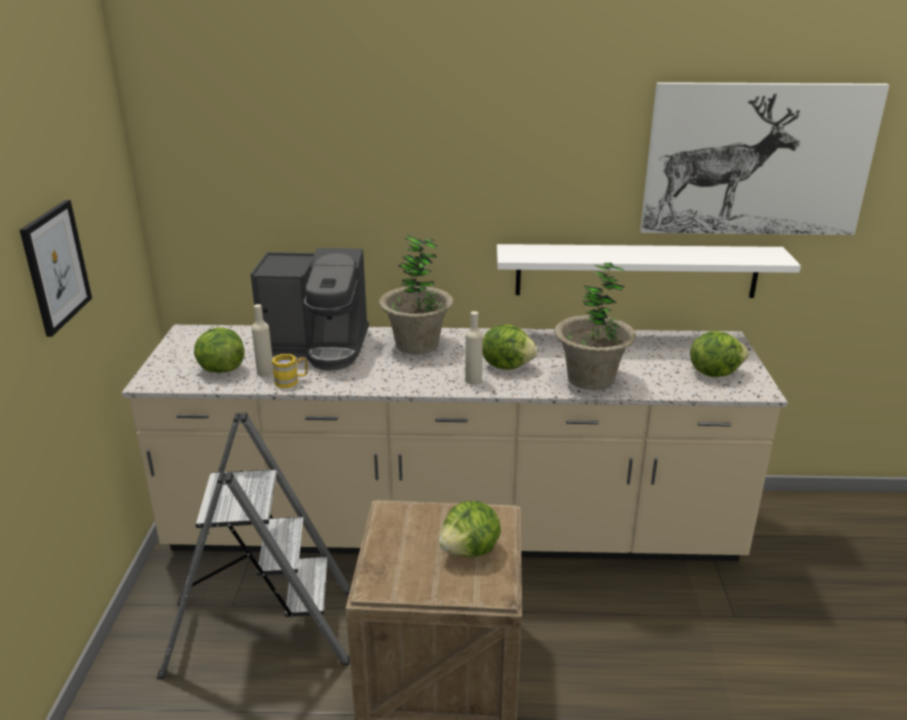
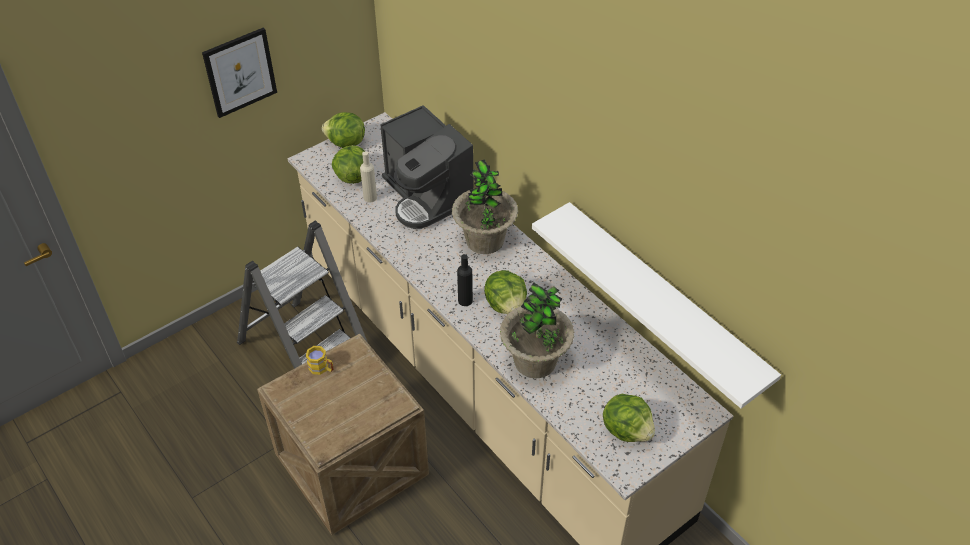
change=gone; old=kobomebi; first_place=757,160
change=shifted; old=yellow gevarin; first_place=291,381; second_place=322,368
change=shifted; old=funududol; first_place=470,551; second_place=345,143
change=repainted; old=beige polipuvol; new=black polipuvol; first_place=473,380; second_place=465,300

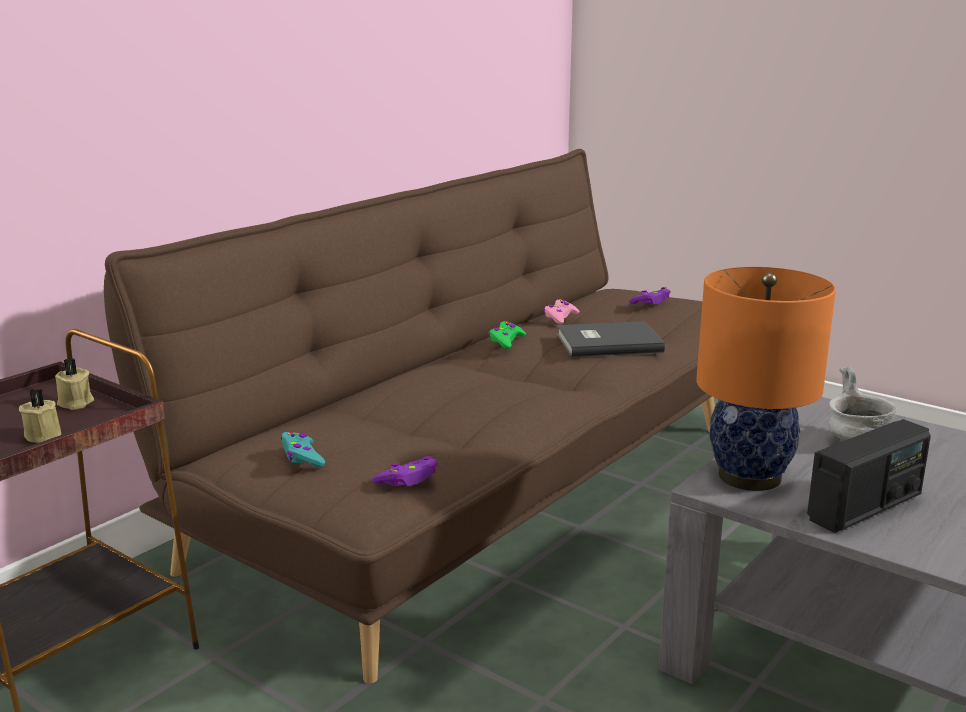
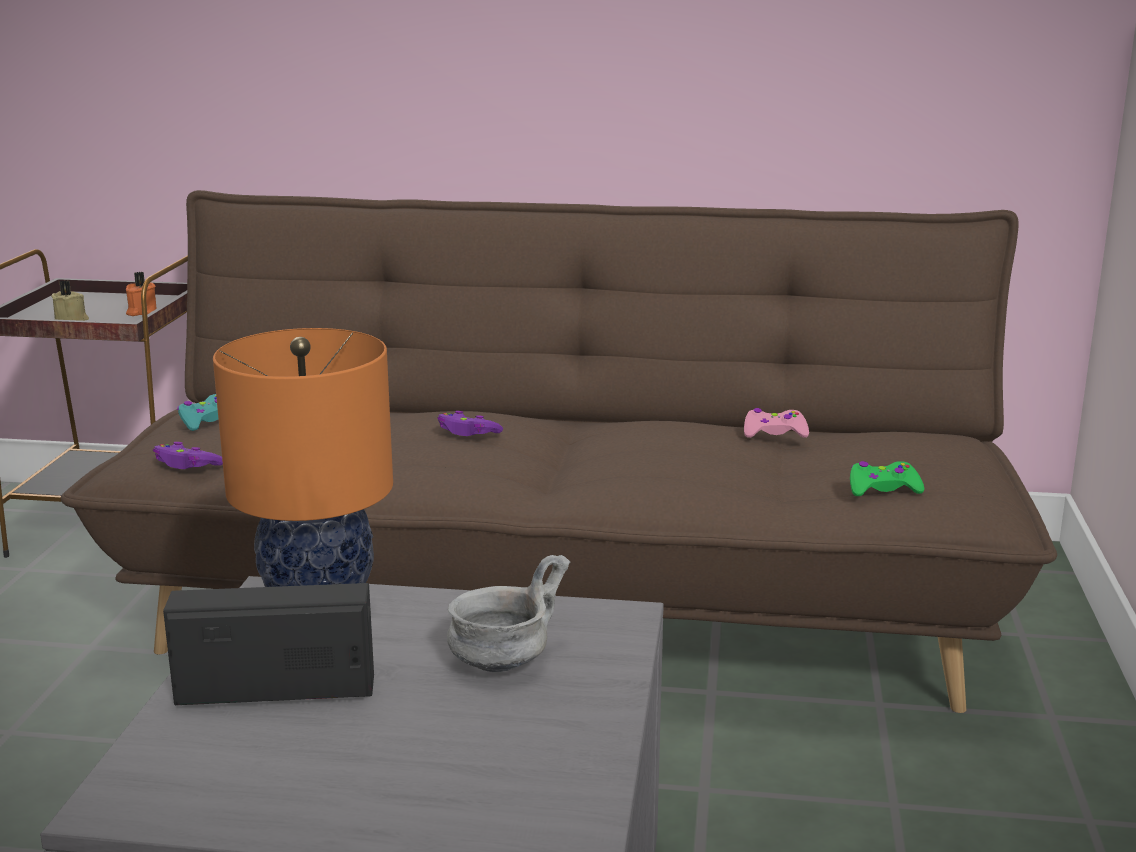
change=gone; old=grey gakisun; first_place=606,342
change=shifted; old=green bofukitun; first_place=506,341; second_place=883,489
change=shifted; old=purple bofukitun; first_place=651,302; second_place=468,432
change=repainted; old=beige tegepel; new=orange tegepel; first_place=75,403; second_place=141,312
change=rotated; old=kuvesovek; first_place=866,507; second_place=276,689; degrees=150

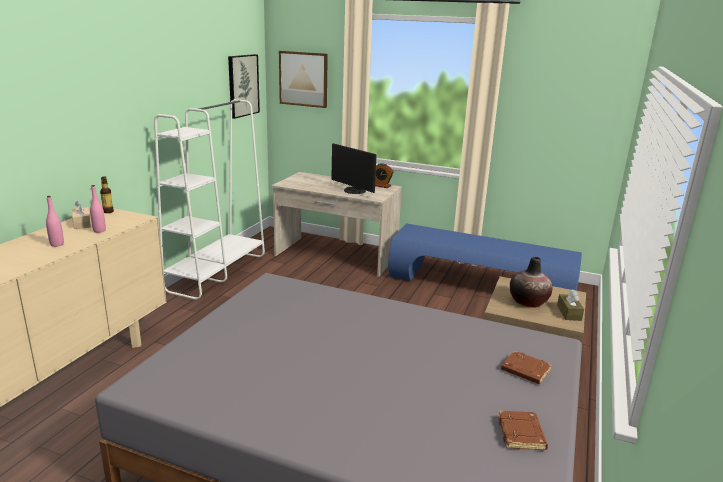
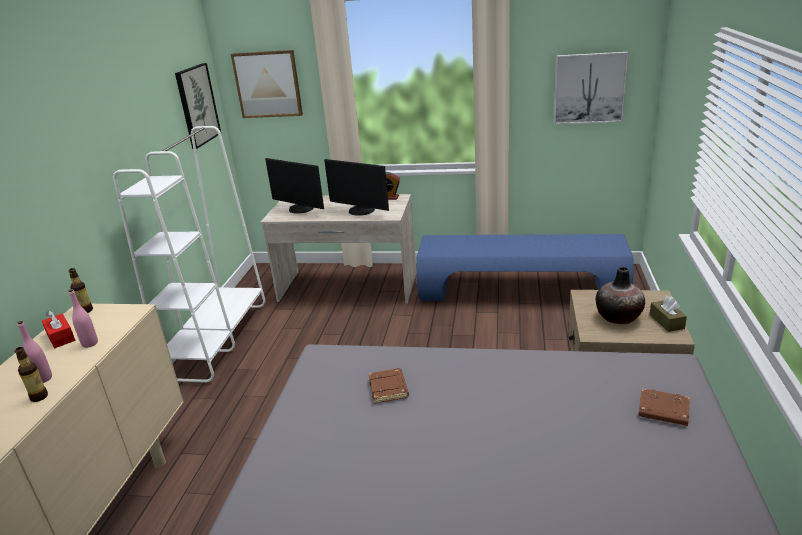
change=new; new=polipuvol; second_place=39,397
change=new; new=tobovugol; second_place=300,209
change=new; new=kobomebi; second_place=589,88
change=shifted; old=brown gakisun; first_place=522,434; second_place=389,389
change=repainted; old=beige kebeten; new=red kebeten; first_place=82,223; second_place=61,337

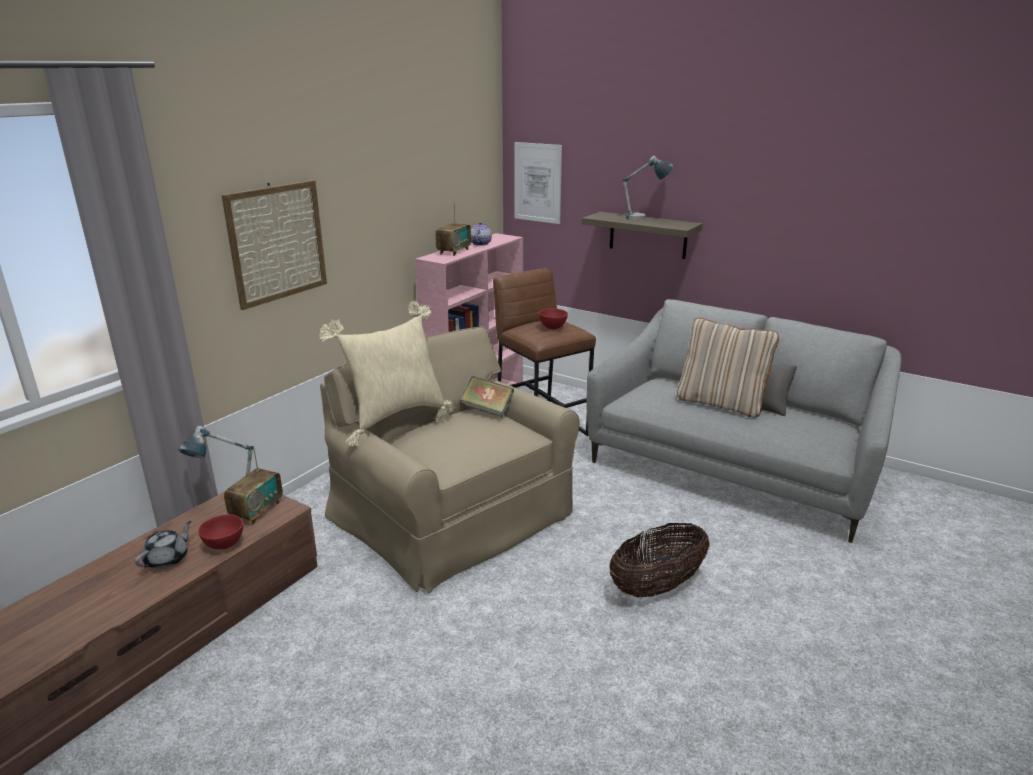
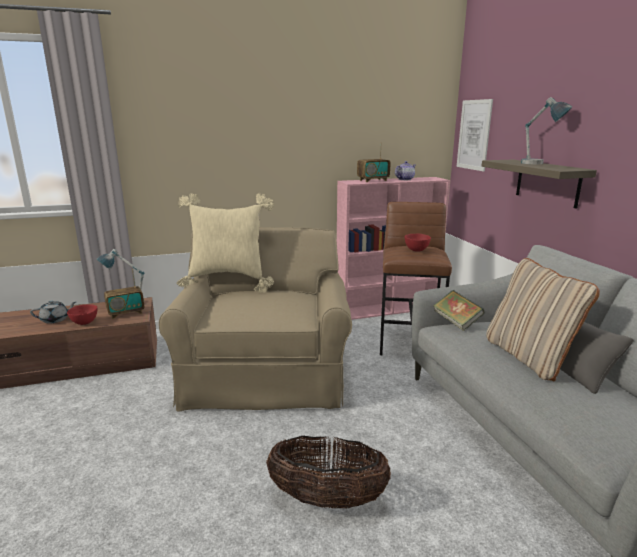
change=gone; old=kobomebi; first_place=277,241
change=shifted; old=gakisun; first_place=487,410; second_place=456,322

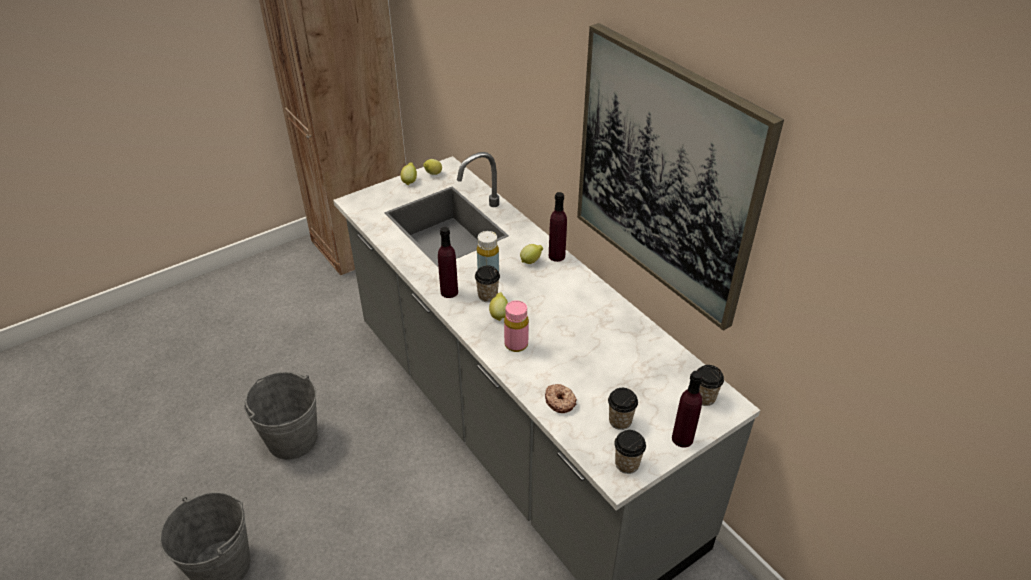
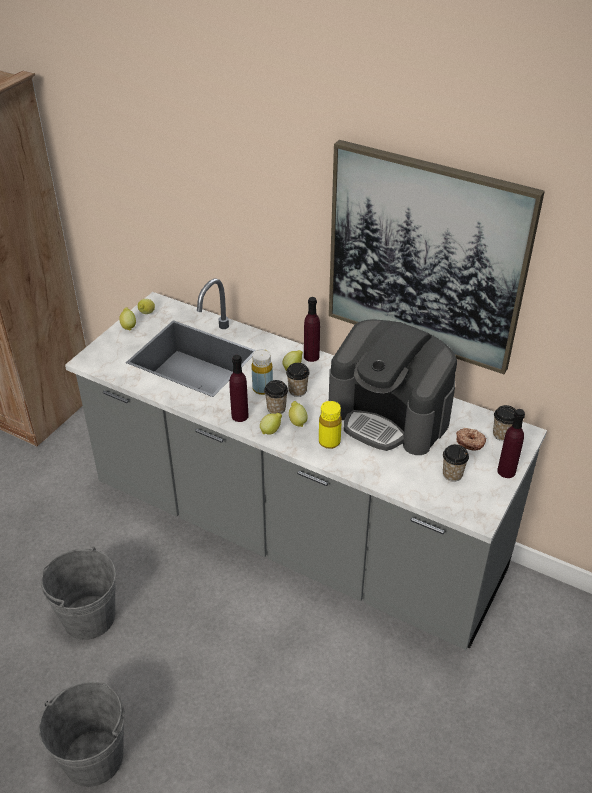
change=new; new=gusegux; second_place=271,431
change=new; new=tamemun; second_place=390,416
change=shifted; old=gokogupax; first_place=560,401; second_place=470,442
change=shifted; old=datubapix; first_place=627,464; second_place=297,391
change=repainted; old=pink polipuvol; new=yellow polipuvol; first_place=516,344; second_place=329,442

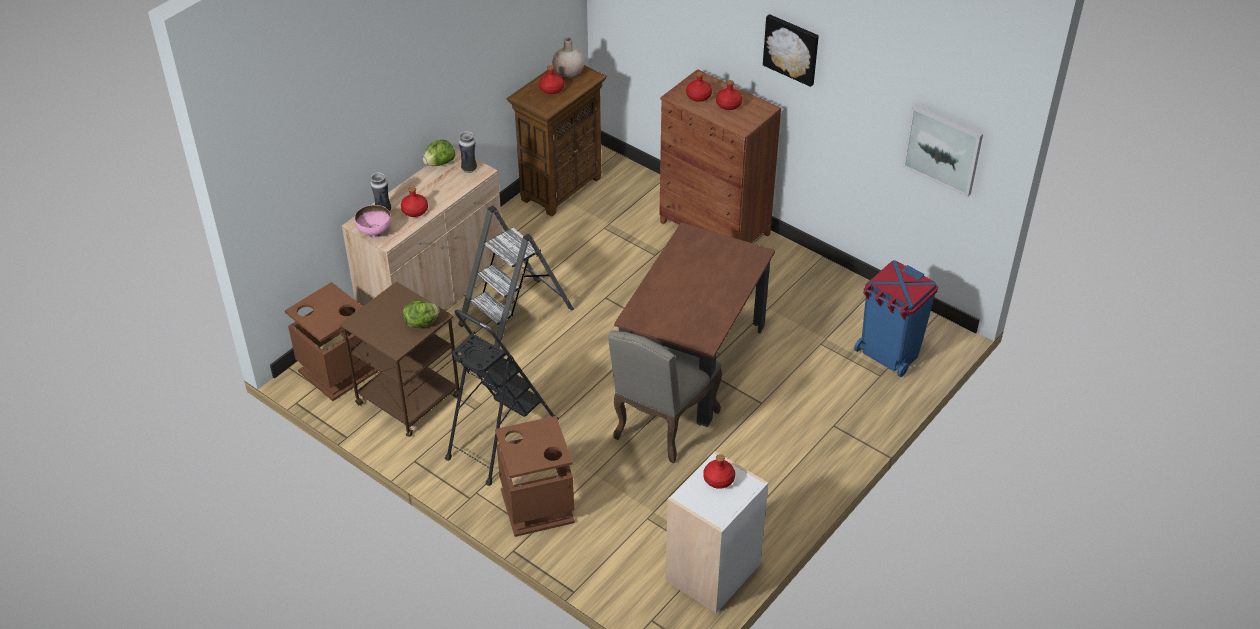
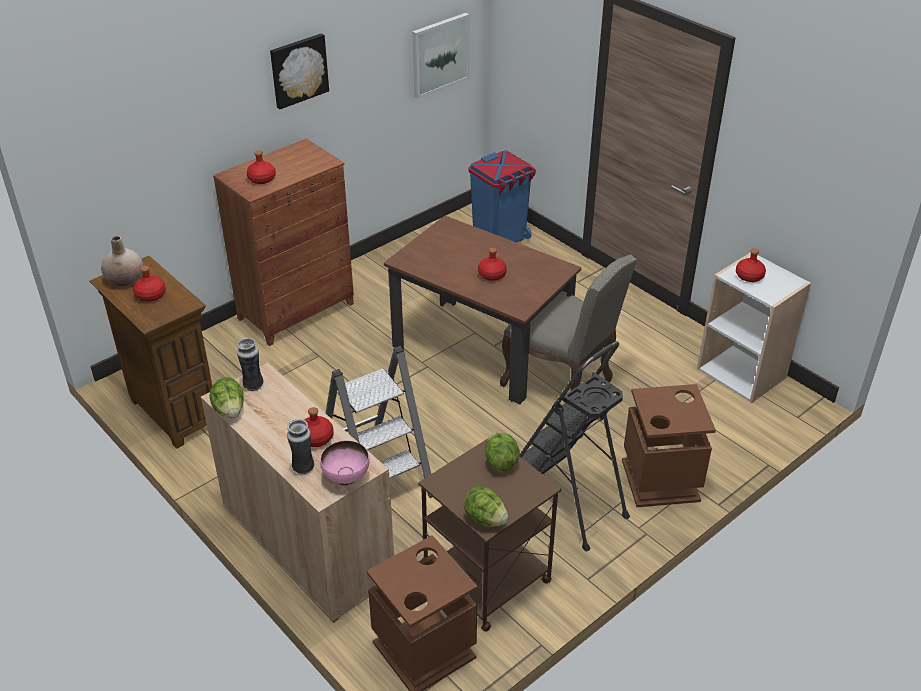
change=new; new=funududol; second_place=485,519
change=shifted; old=red polipuvol; first_place=728,104; second_place=491,275

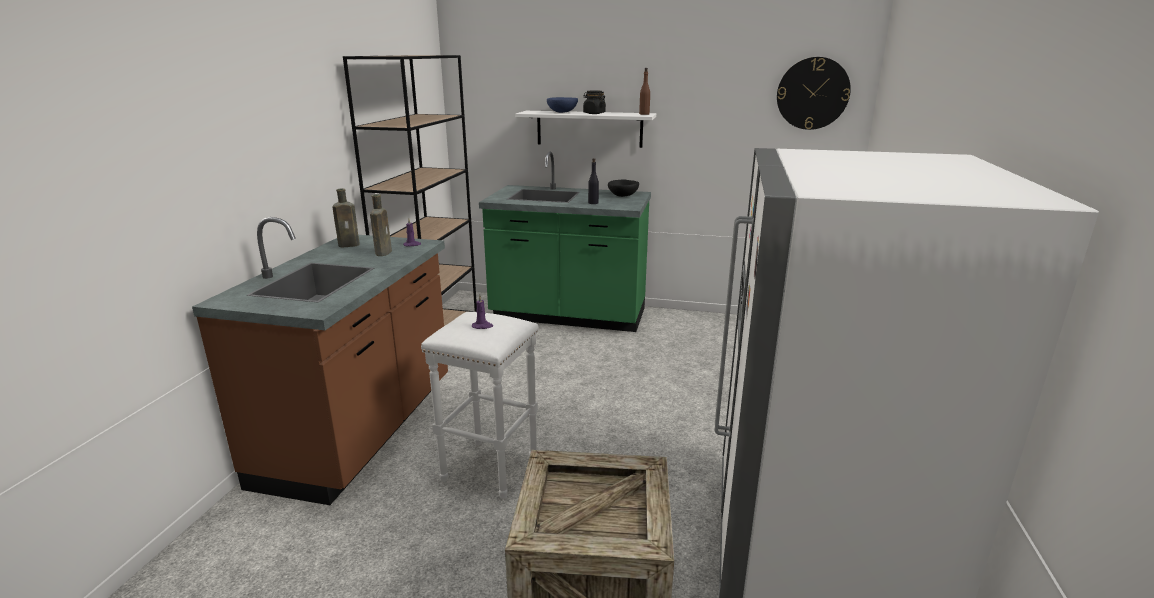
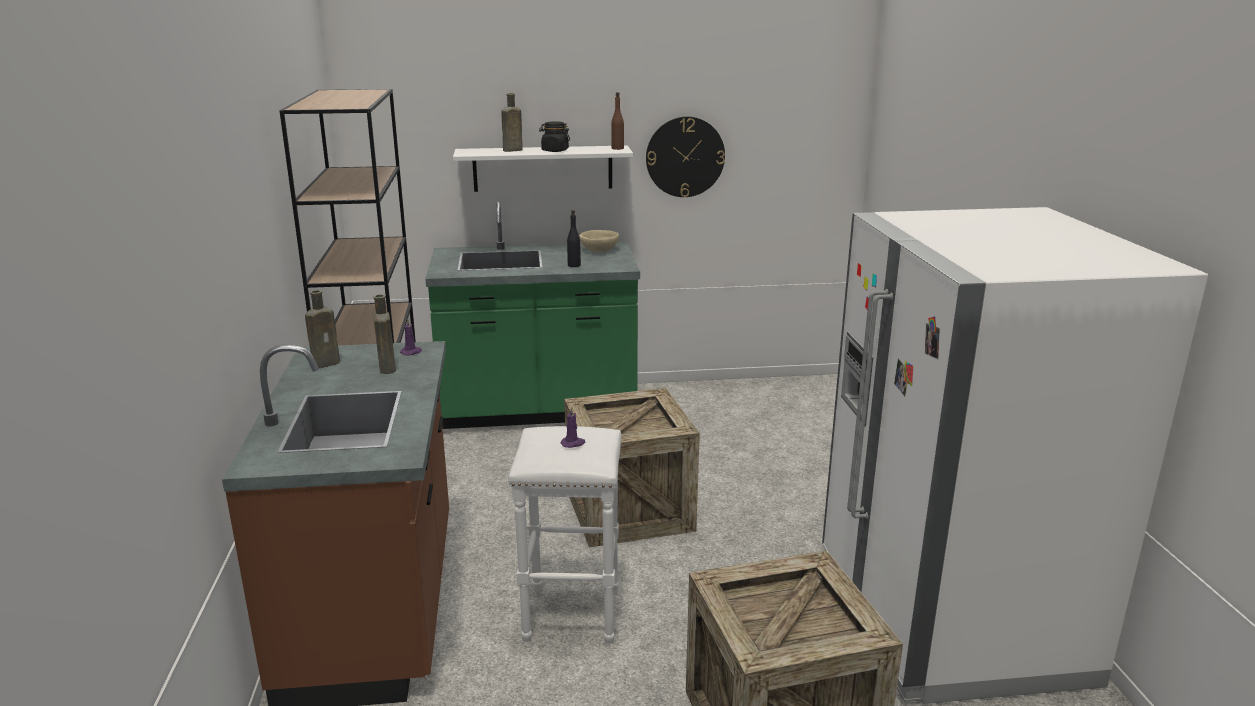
change=new; new=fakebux; second_place=629,510
change=shifted; old=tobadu; first_place=812,93; second_place=685,157
change=swapped; old=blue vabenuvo; new=brown polipuvol; first_place=562,112; second_place=511,150
change=repainted; old=black vabenuvo; new=beige vabenuvo; first_place=623,195; second_place=599,250

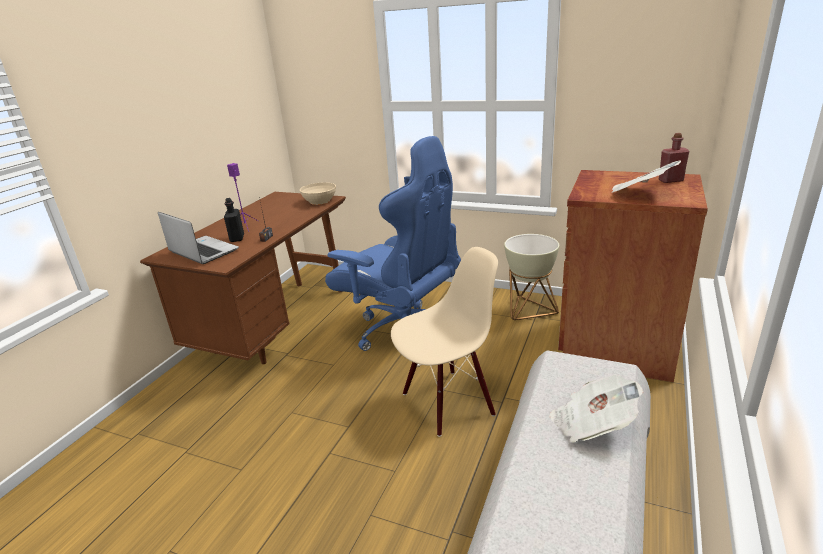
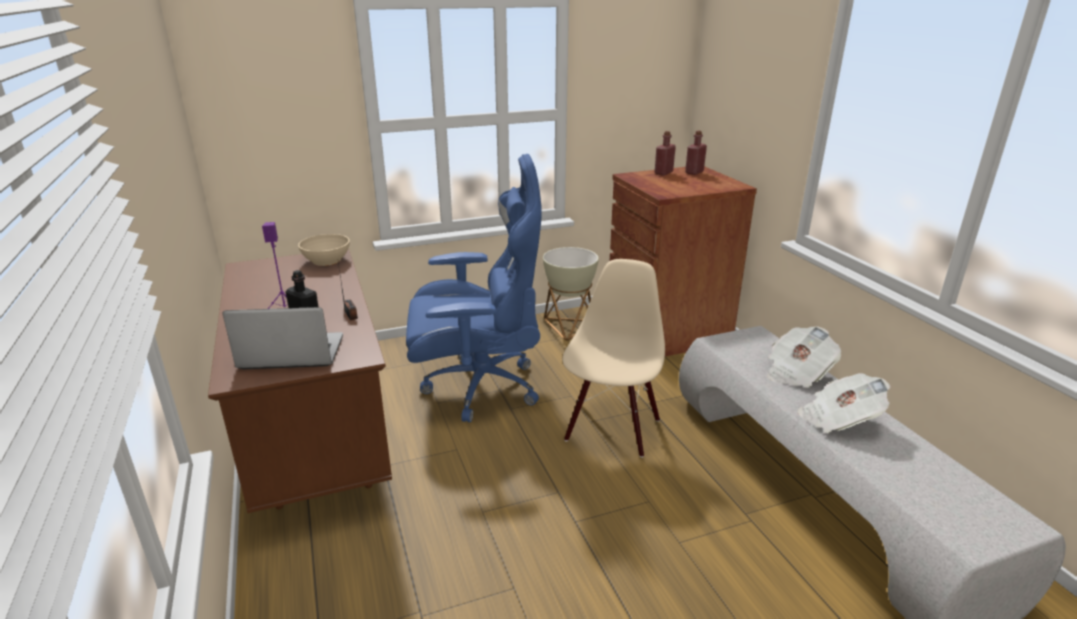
change=new; new=red polipuvol; second_place=663,173
change=shifted; old=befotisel; first_place=640,194; second_place=838,419

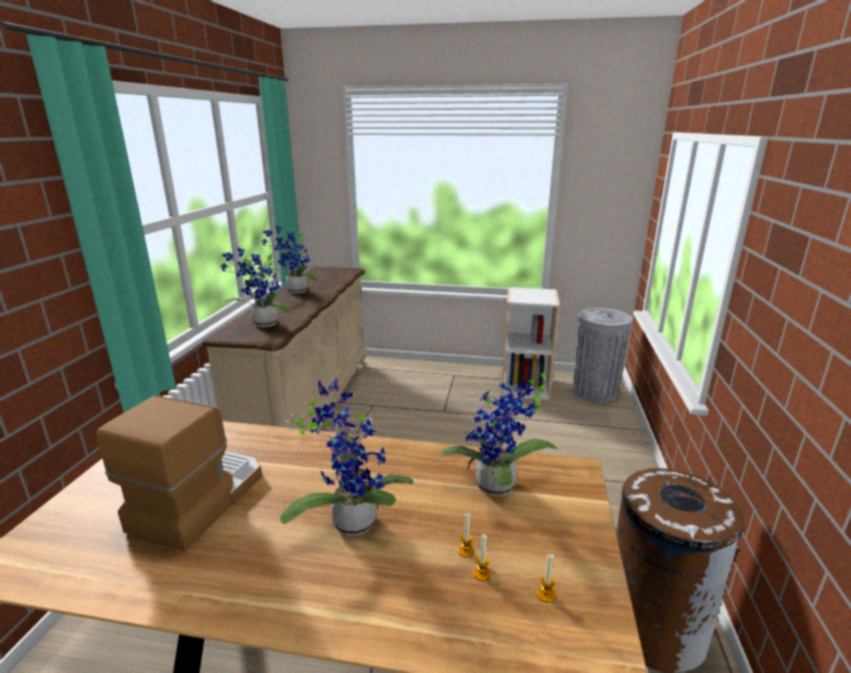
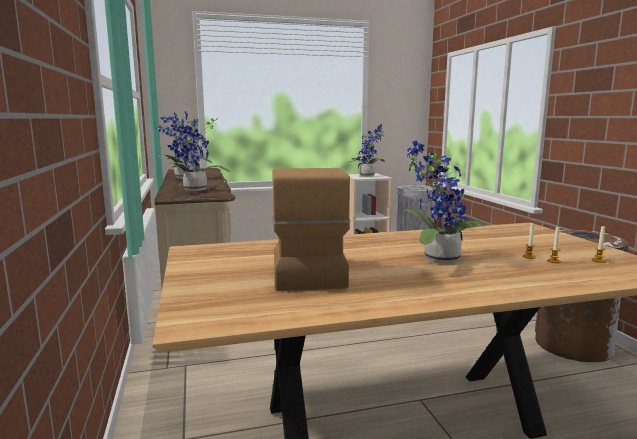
change=shifted; old=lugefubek; first_place=498,489; second_place=369,176

